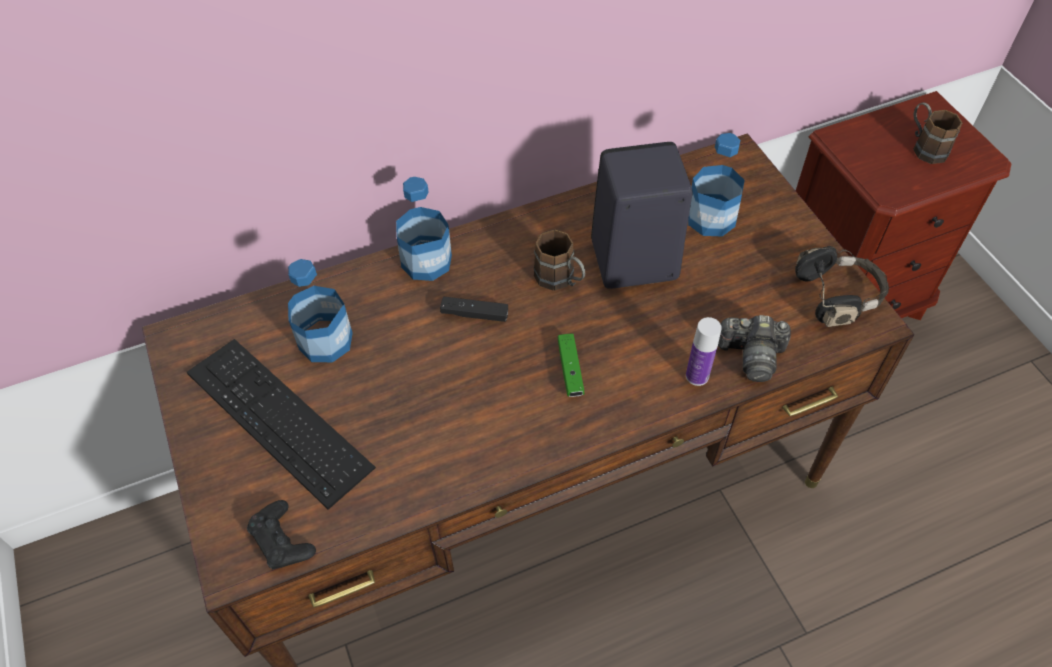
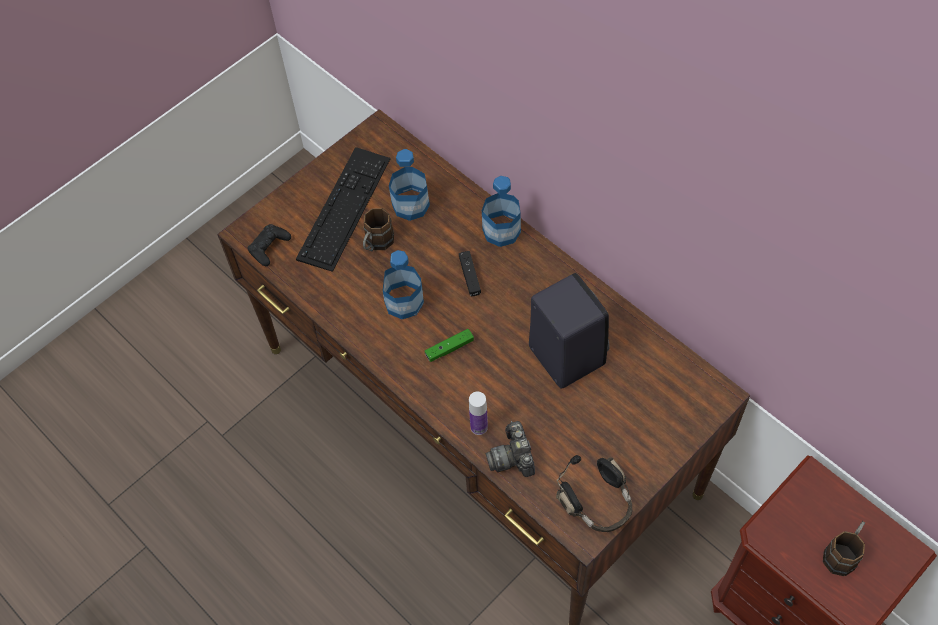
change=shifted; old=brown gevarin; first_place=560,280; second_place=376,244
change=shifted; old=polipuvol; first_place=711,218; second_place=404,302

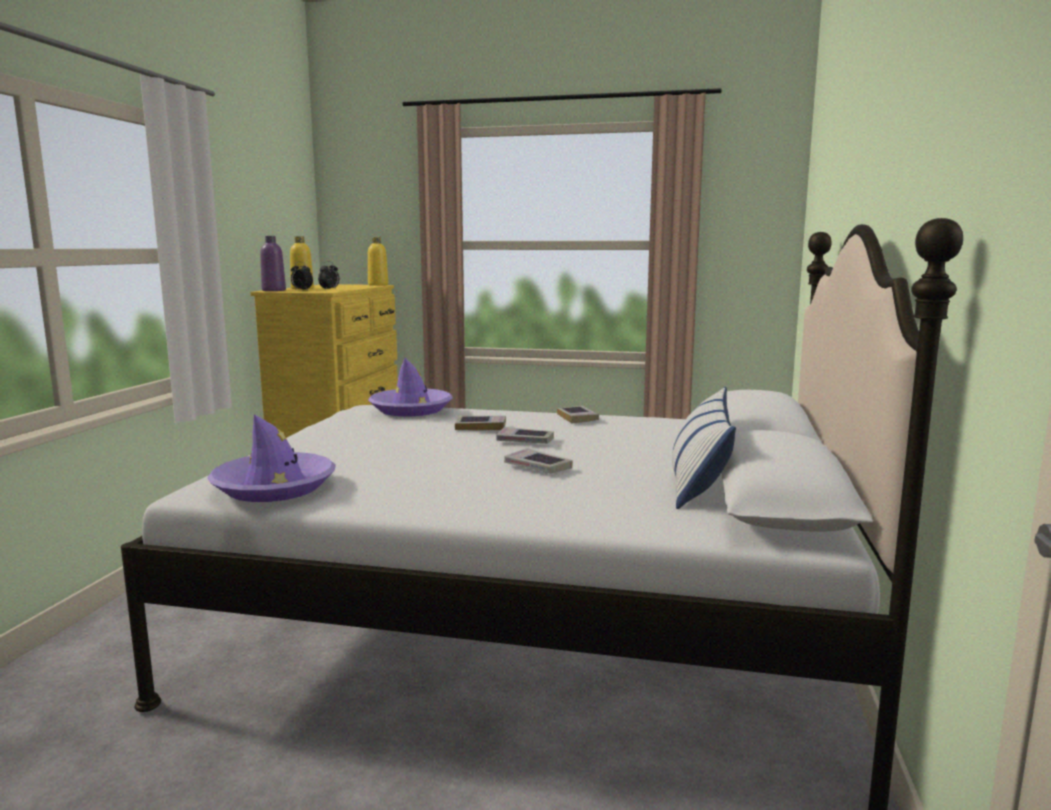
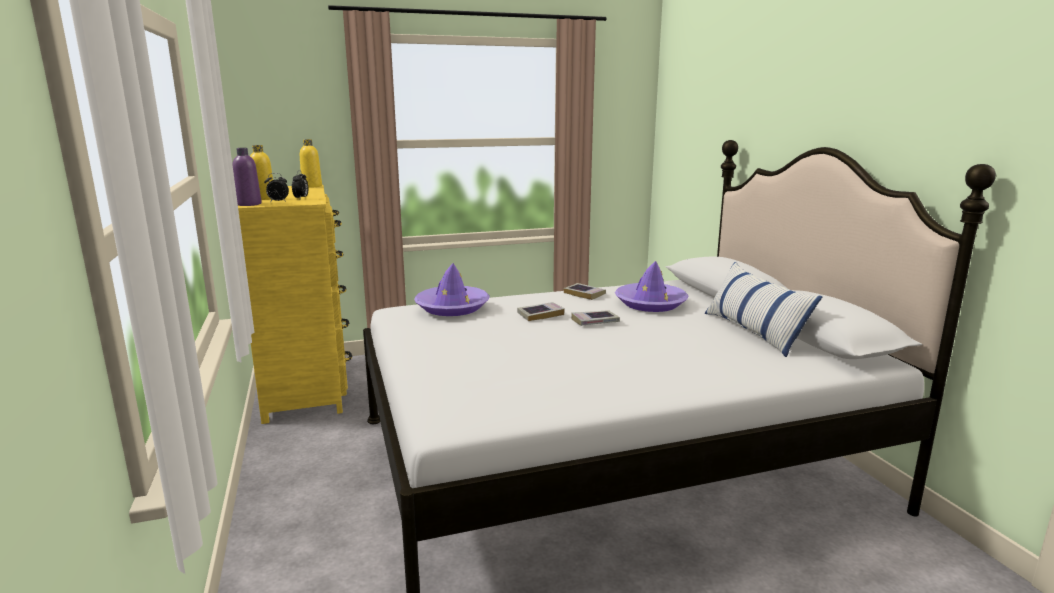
change=gone; old=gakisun; first_place=537,467
change=shifted; old=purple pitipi; first_place=274,487; second_place=650,303

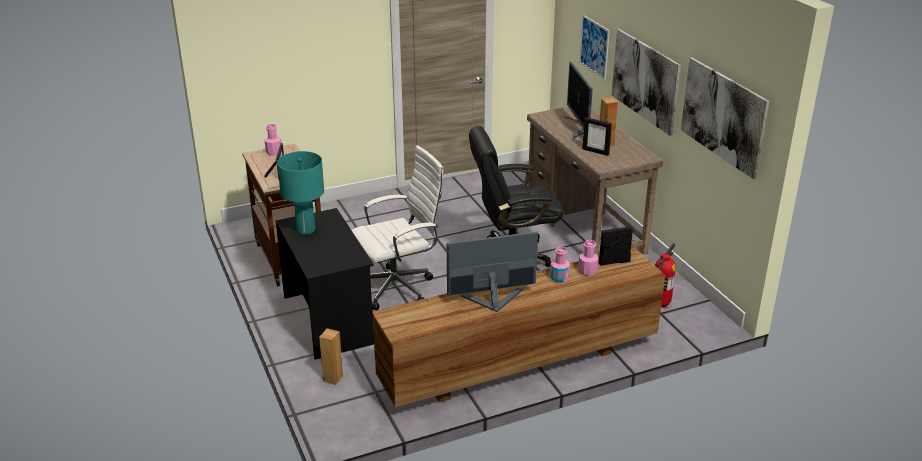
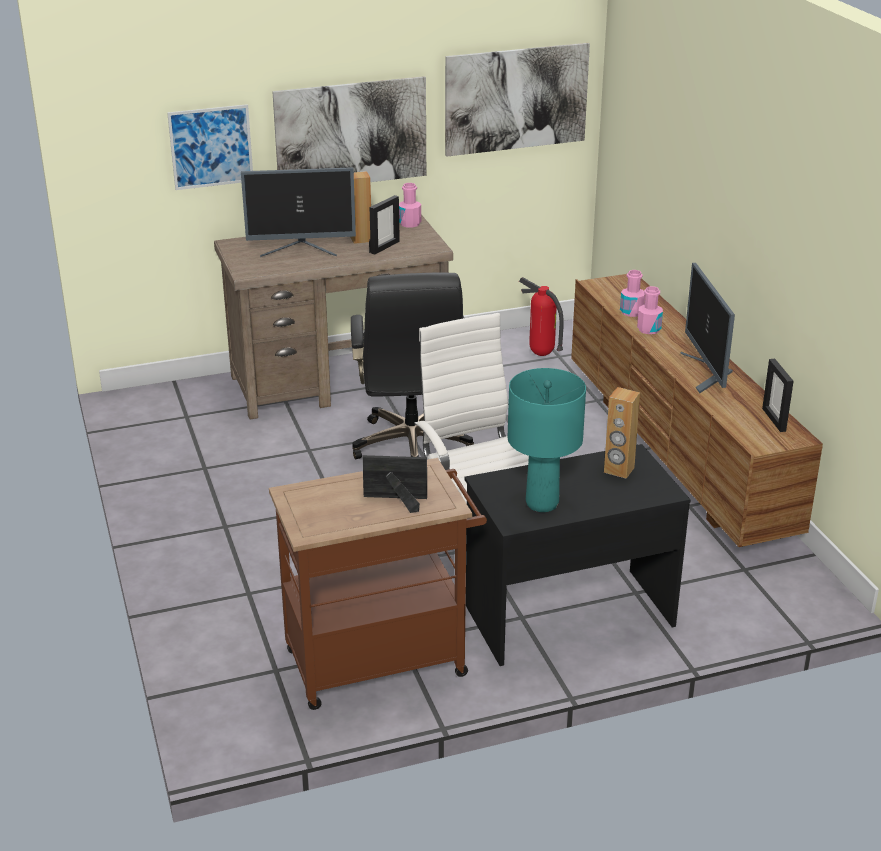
change=shifted; old=pink polipuvol; first_place=274,152; second_place=409,223
change=shifted; old=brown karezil; first_place=332,378; second_place=618,470
change=shifted; old=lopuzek; first_place=614,262; second_place=775,419

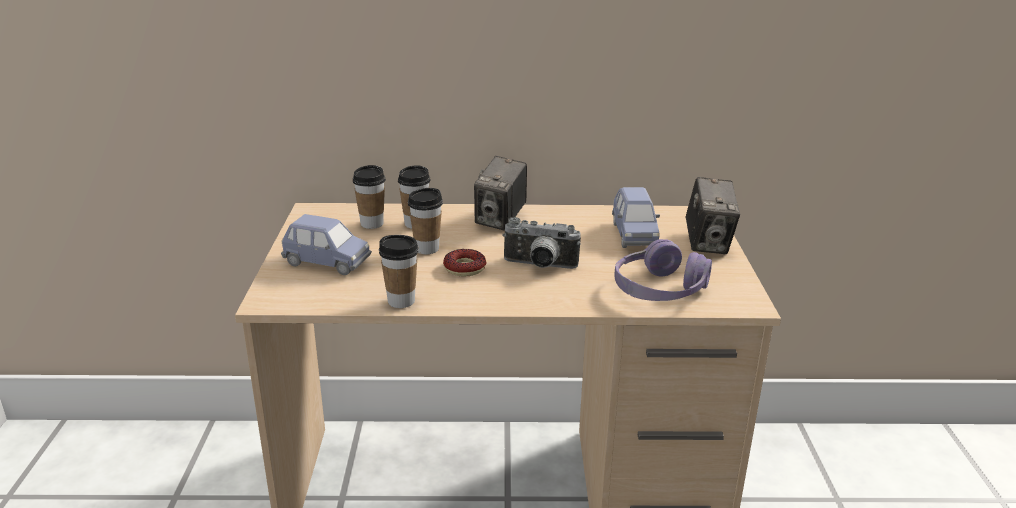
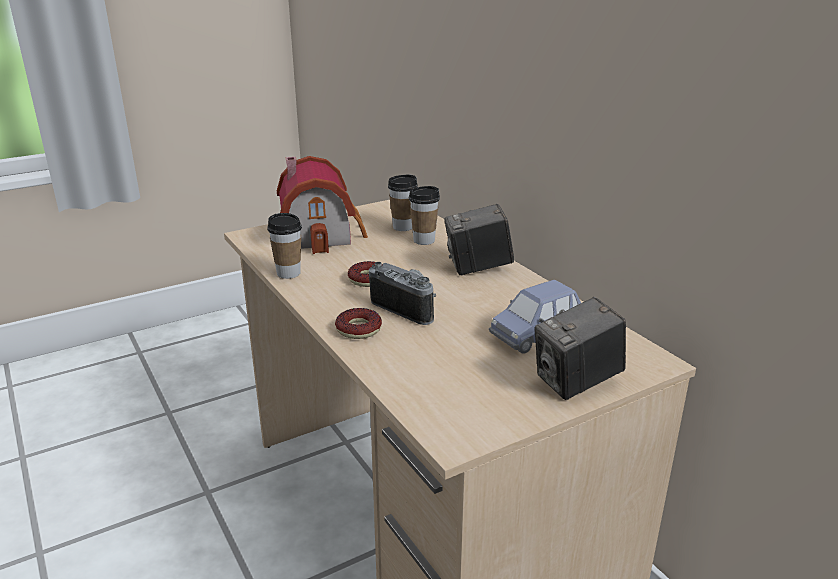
change=gone; old=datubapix; first_place=426,249
change=gone; old=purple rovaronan; first_place=659,289
change=new; new=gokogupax; second_place=358,329
change=swapped; old=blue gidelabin; new=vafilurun; first_place=327,263; second_place=322,233
change=rotated; old=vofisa; first_place=539,266; second_place=408,307; degrees=150

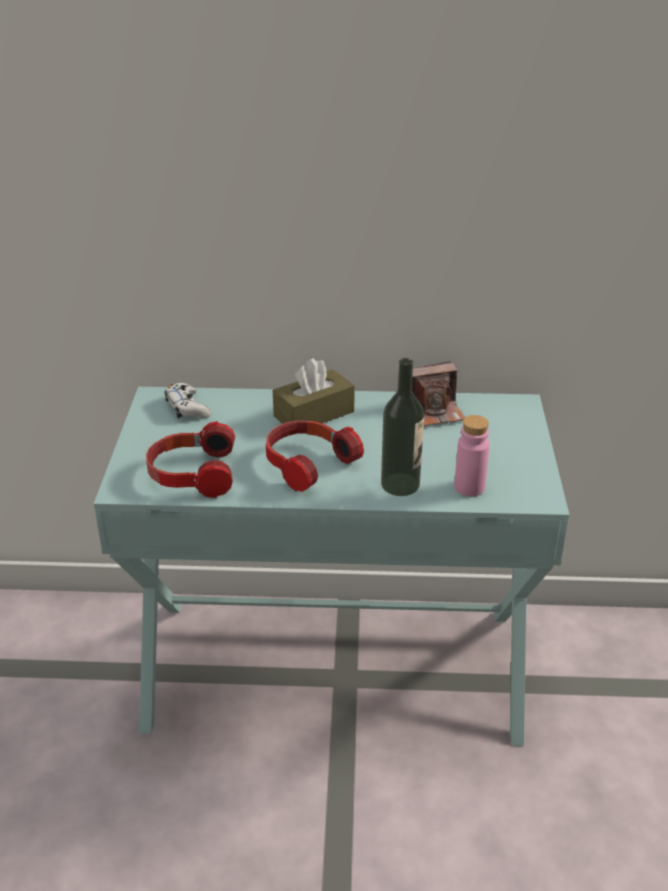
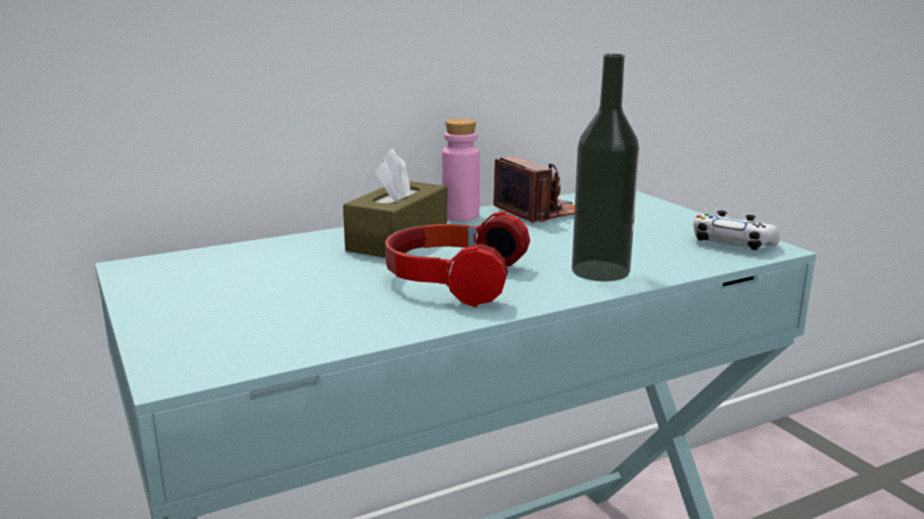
change=gone; old=rovaronan; first_place=191,474
change=shifted; old=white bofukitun; first_place=187,408; second_place=732,243
change=shifted; old=pink polipuvol; first_place=469,487; second_place=460,216
change=rotated; old=vofisa; first_place=435,410; second_place=539,212; degrees=-75

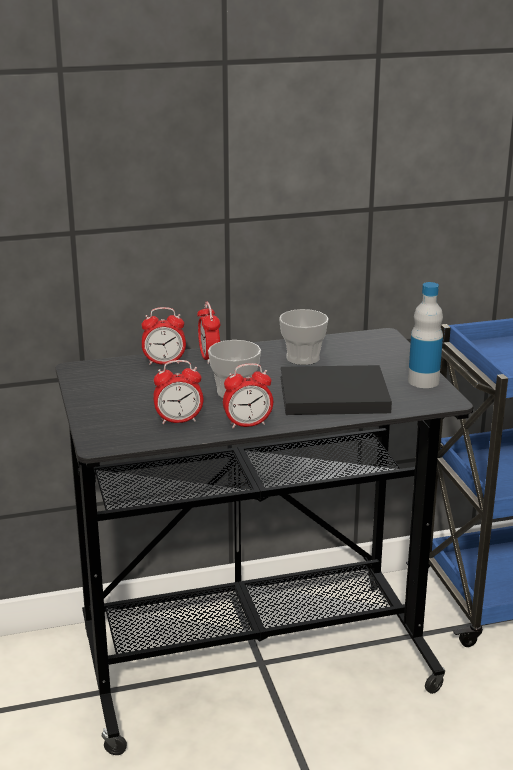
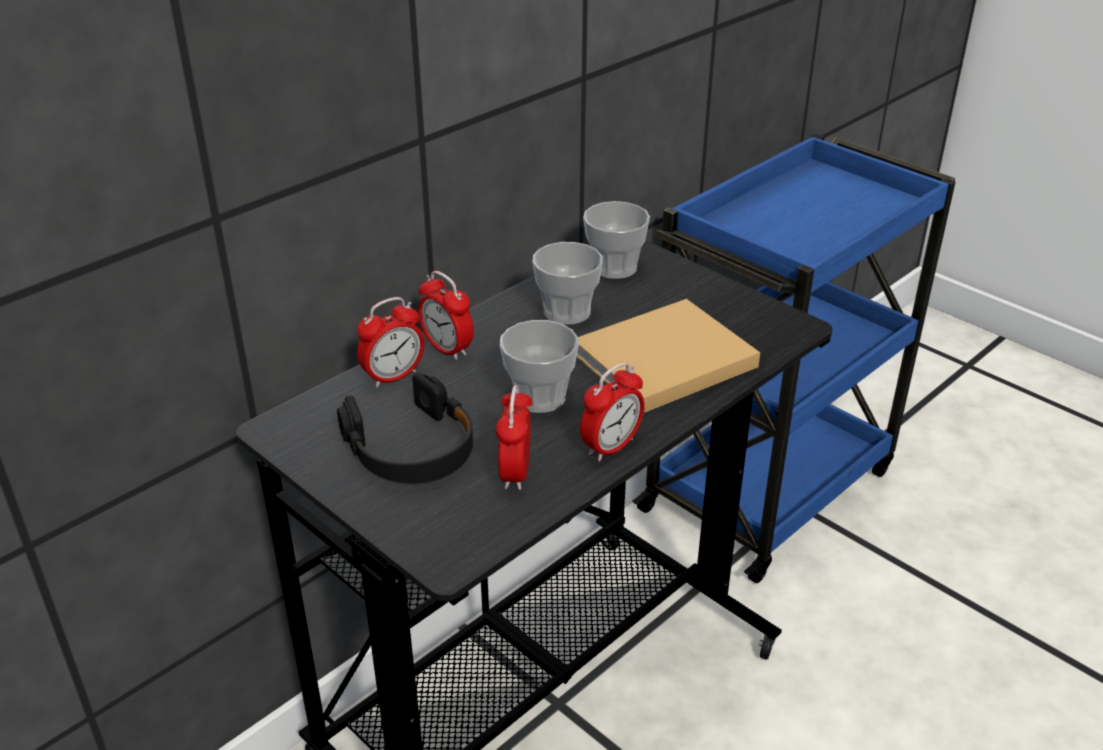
change=gone; old=polipuvol; first_place=423,381
change=new; new=black rovaronan; second_place=412,448
change=new; new=datubapix; second_place=614,268
change=repainted; old=black gakisun; new=beige gakisun; first_place=330,395; second_place=660,361
change=rotated; old=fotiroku; first_place=179,420; second_place=515,473; degrees=135

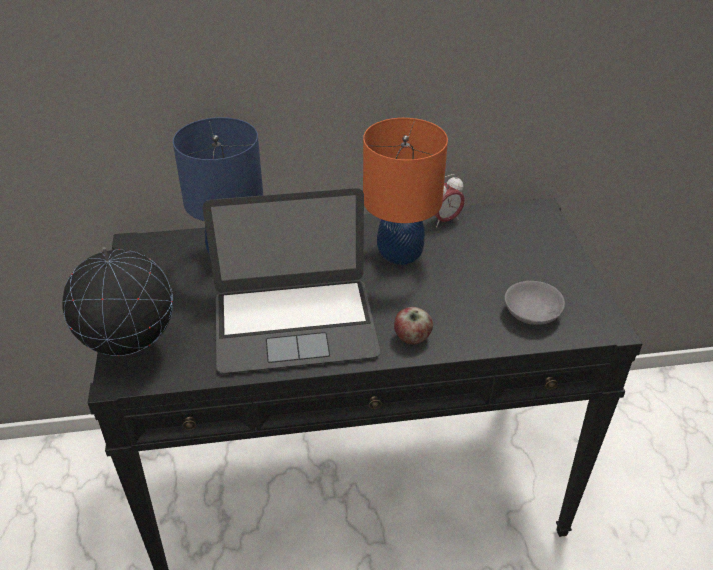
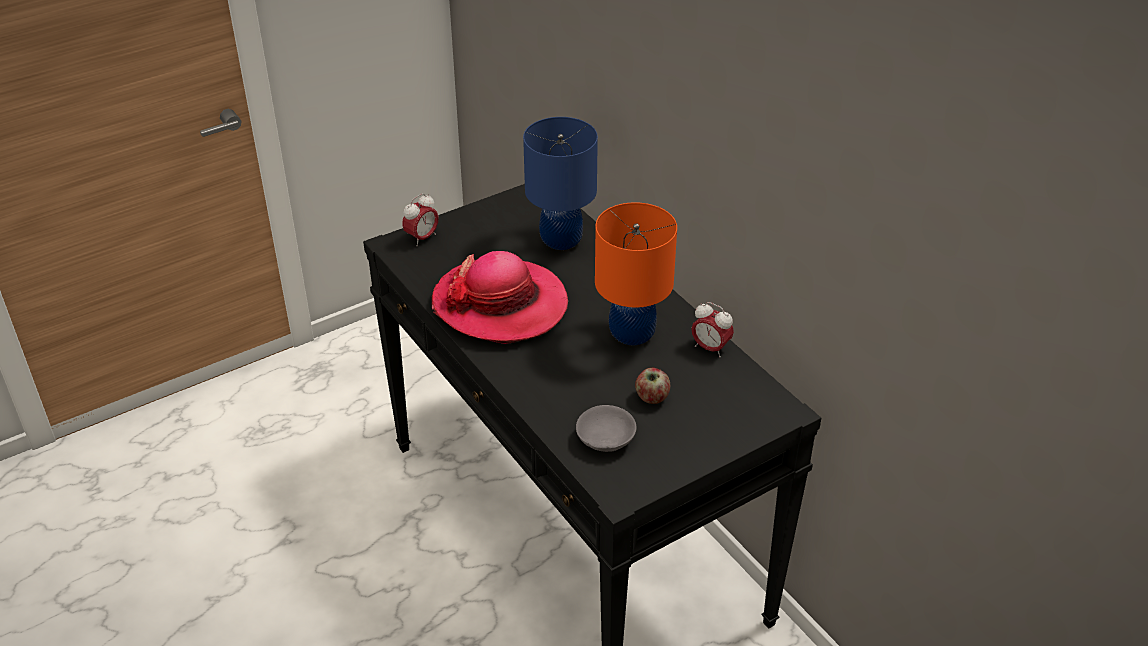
change=shifted; old=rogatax; first_place=412,338; second_place=652,398
change=swapped; old=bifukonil; new=fotiroku; first_place=131,350; second_place=422,238
change=swapped; old=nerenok; new=pitipi; first_place=294,323; second_place=500,304

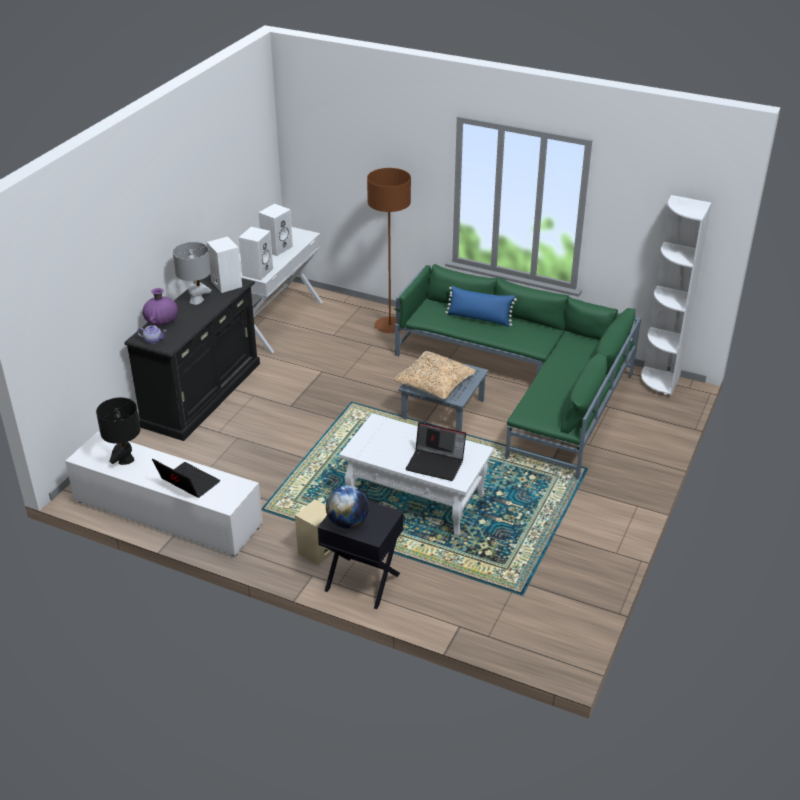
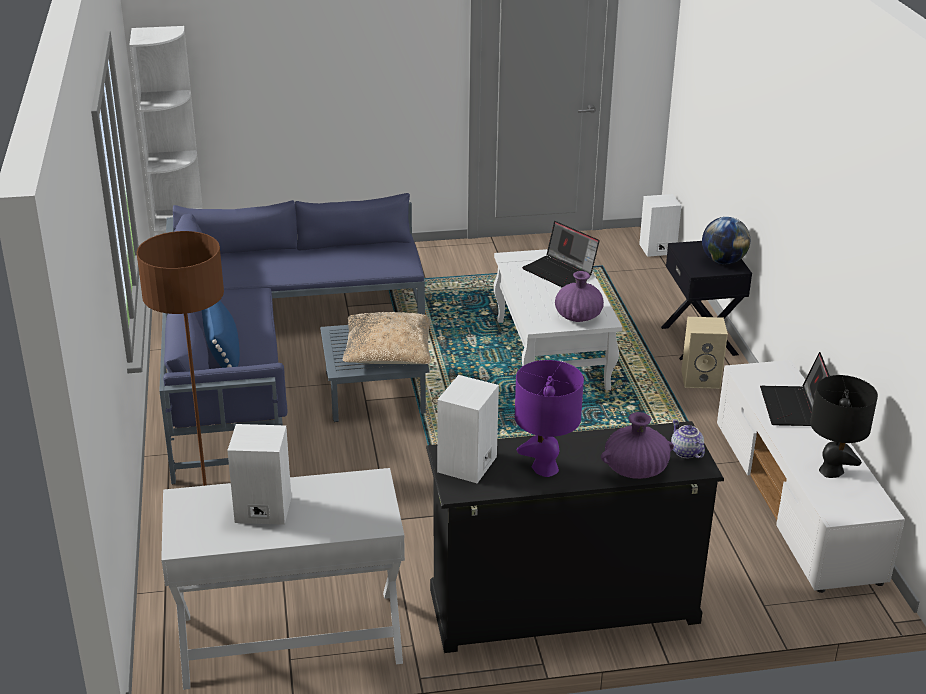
change=new; new=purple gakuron; second_place=578,317
change=shifted; old=white karezil; first_place=257,272; second_place=657,249
change=repainted; old=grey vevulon; new=purple vevulon; first_place=196,300; second_place=545,468
change=repainted; old=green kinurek; new=blue kinurek; first_place=513,390; second_place=283,360
change=rotated; old=nerenok; first_place=436,464; second_place=560,271; degrees=150

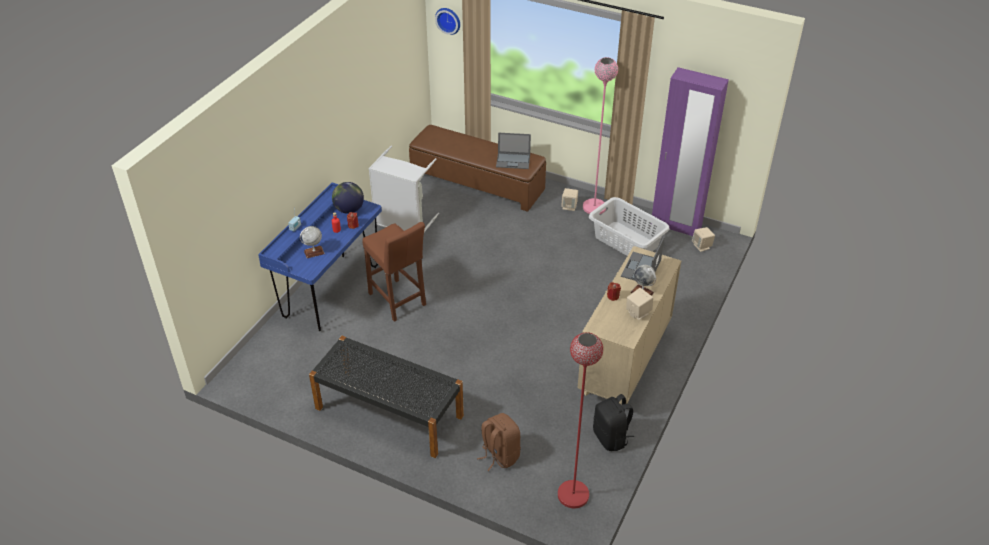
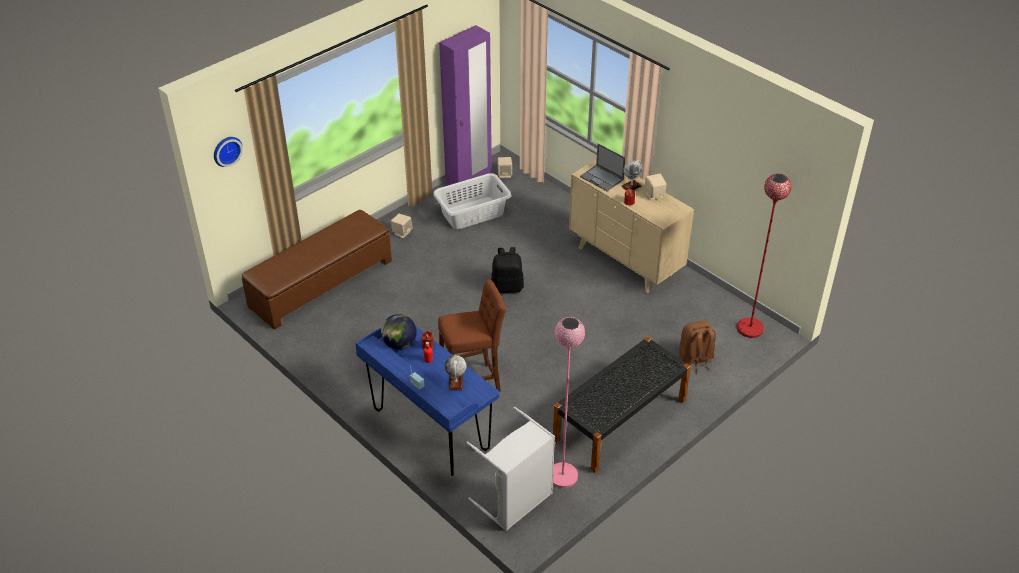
change=gone; old=nerenok; first_place=513,161
change=shifted; old=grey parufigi; first_place=403,223; second_place=516,502
change=shifted; old=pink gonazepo; first_place=594,207; second_place=562,476
change=shifted; old=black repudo; first_place=611,438; second_place=507,287

